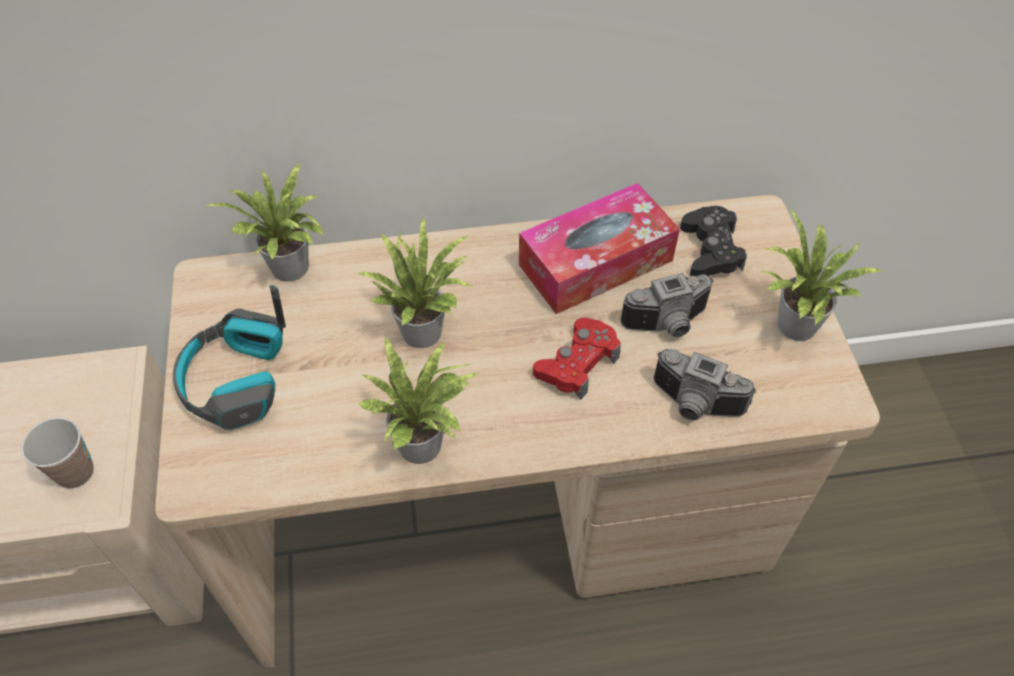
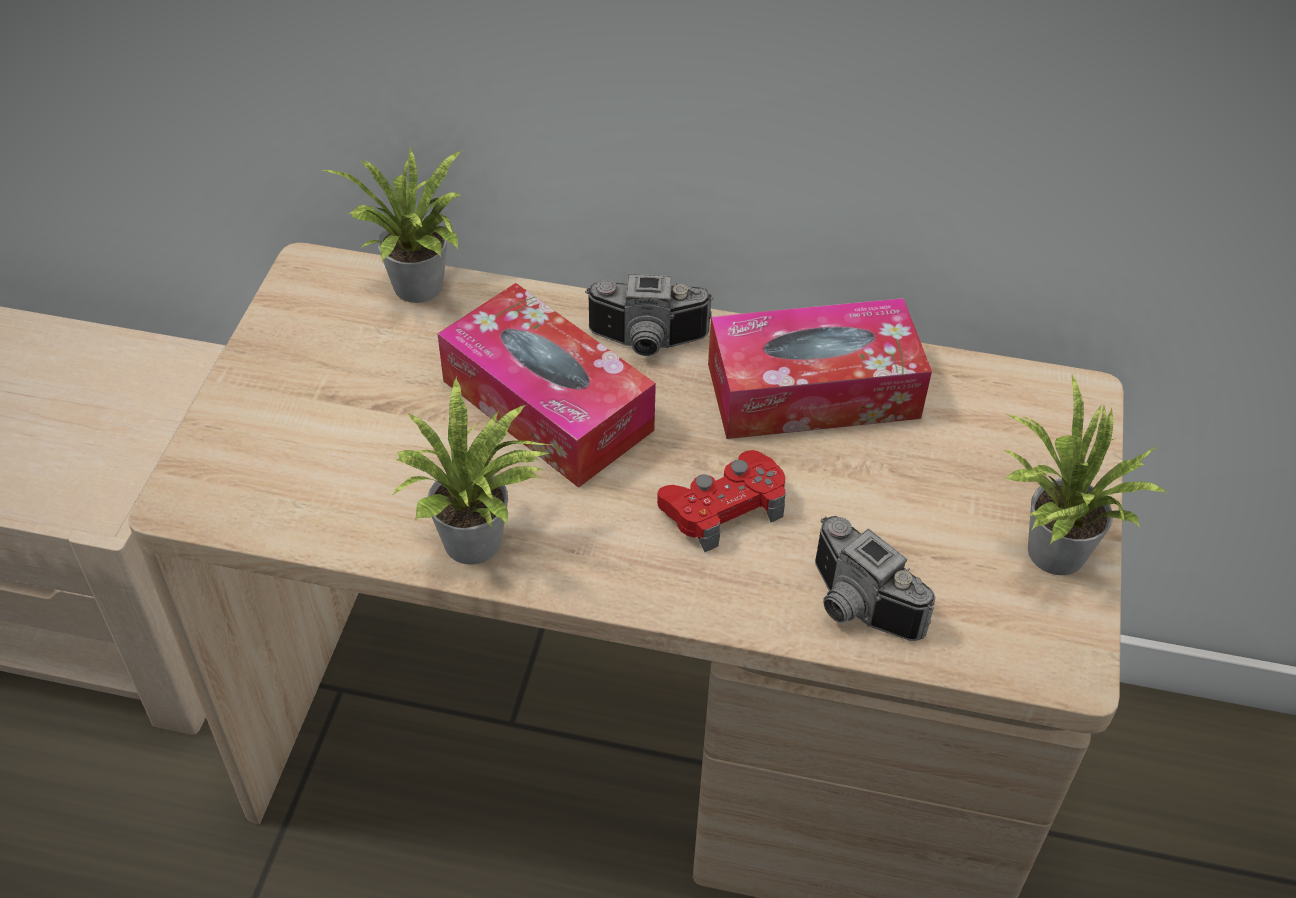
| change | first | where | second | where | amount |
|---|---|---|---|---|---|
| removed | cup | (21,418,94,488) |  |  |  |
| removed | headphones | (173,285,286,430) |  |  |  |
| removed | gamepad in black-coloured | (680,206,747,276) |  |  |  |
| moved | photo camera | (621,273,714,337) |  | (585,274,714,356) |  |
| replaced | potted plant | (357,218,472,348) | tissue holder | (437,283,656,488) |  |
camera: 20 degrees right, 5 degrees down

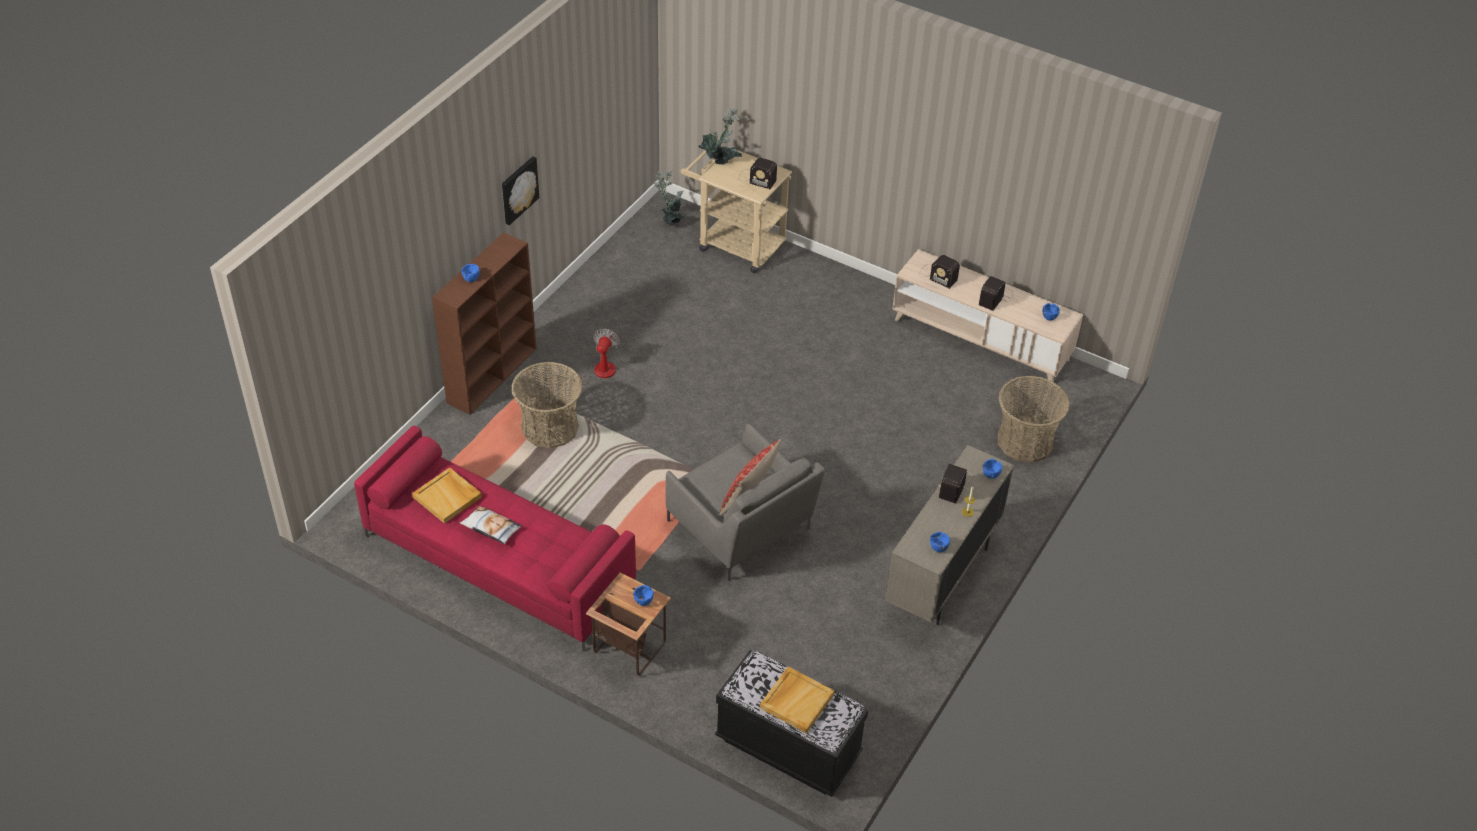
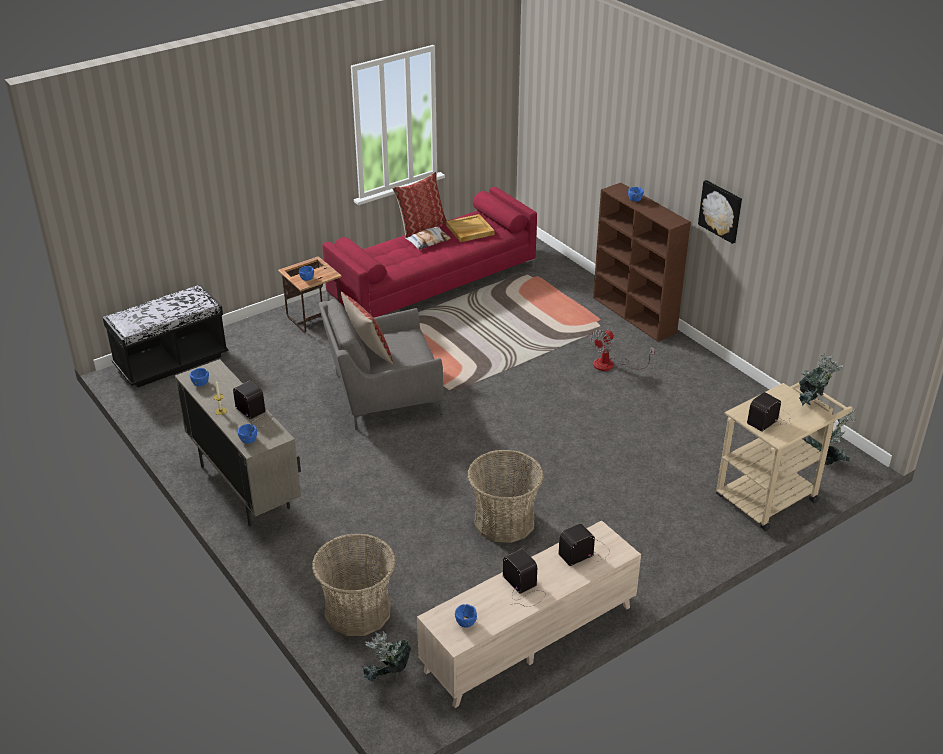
| change | first | where | second | where | amount |
|---|---|---|---|---|---|
| removed | serving tray in sand-coloured | (760,667,834,733) |  |  |  |
| added |  |  | potted plant | (361,631,411,682) |  |
| added |  |  | throw pillow | (392,172,447,238) |  |
| moved | household basket | (511,362,583,448) |  | (467,449,544,543) |  |
| turned | cooling fan | (554,328,620,384) |  | (590,330,655,371) | 90 degrees clockwise |
camera: 115 degrees right, 10 degrees down

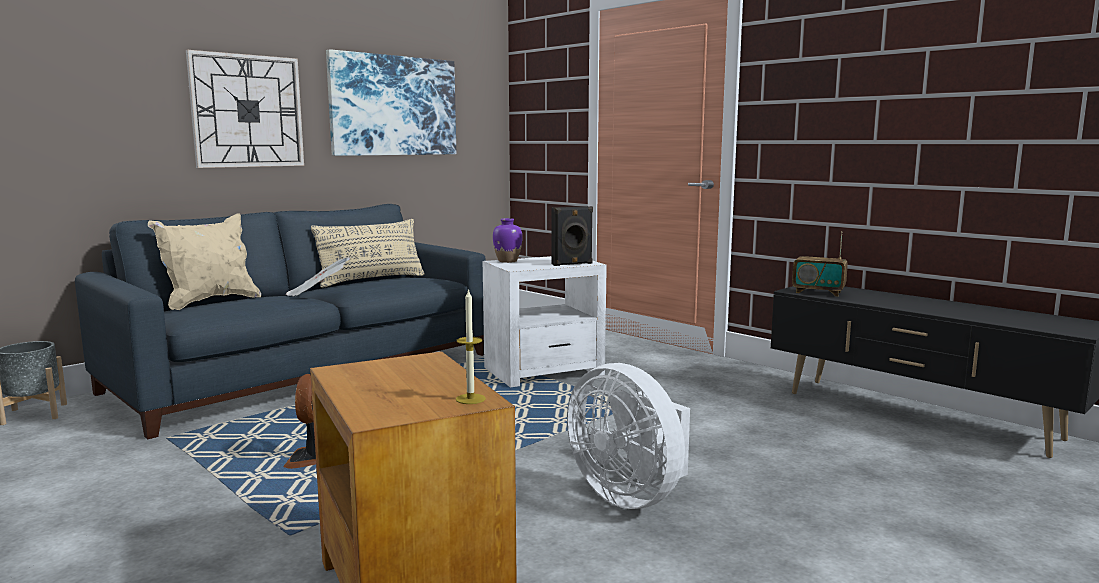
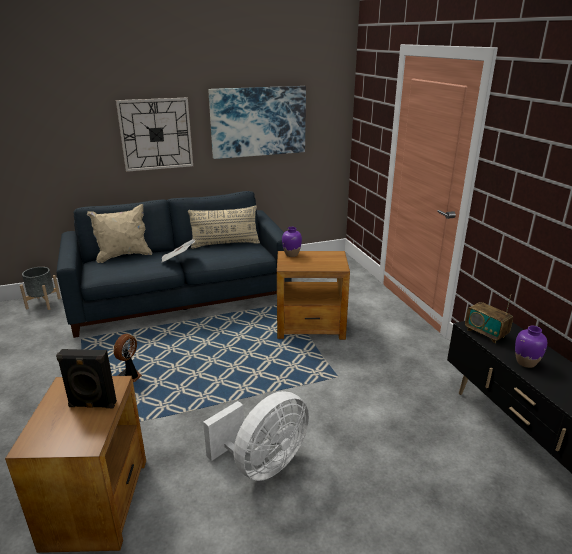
| change | first | where | second | where | amount |
|---|---|---|---|---|---|
| removed | wax light | (456,289,486,404) |  |  |  |
| added |  |  | vase in purple | (515,326,547,368) |  |
| moved | loudspeaker in black-coloured | (551,206,593,266) |  | (56,349,117,408) |  |
| recoloured | end table in white | (483,256,607,388) | end table in brown | (277,251,350,340) |  |
| turned | cooling fan in white | (567,363,690,509) |  | (203,391,309,481) | 120 degrees counterclockwise |
camera: 25 degrees right, 15 degrees up

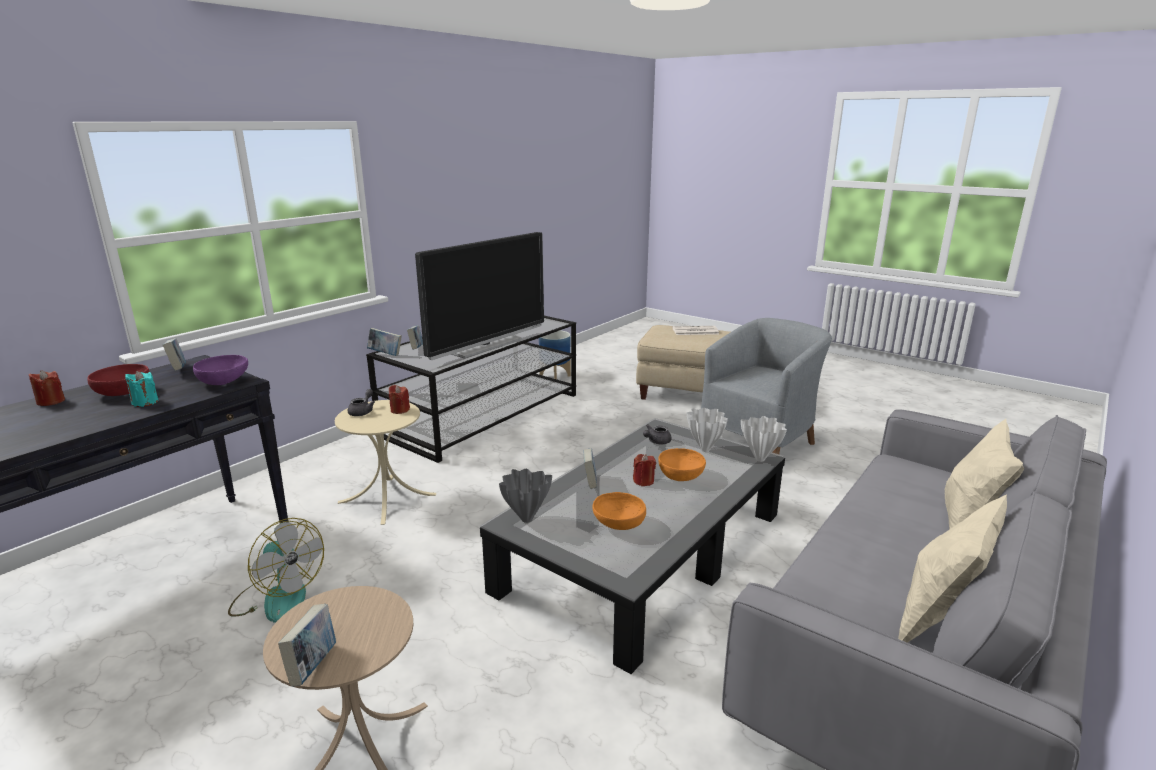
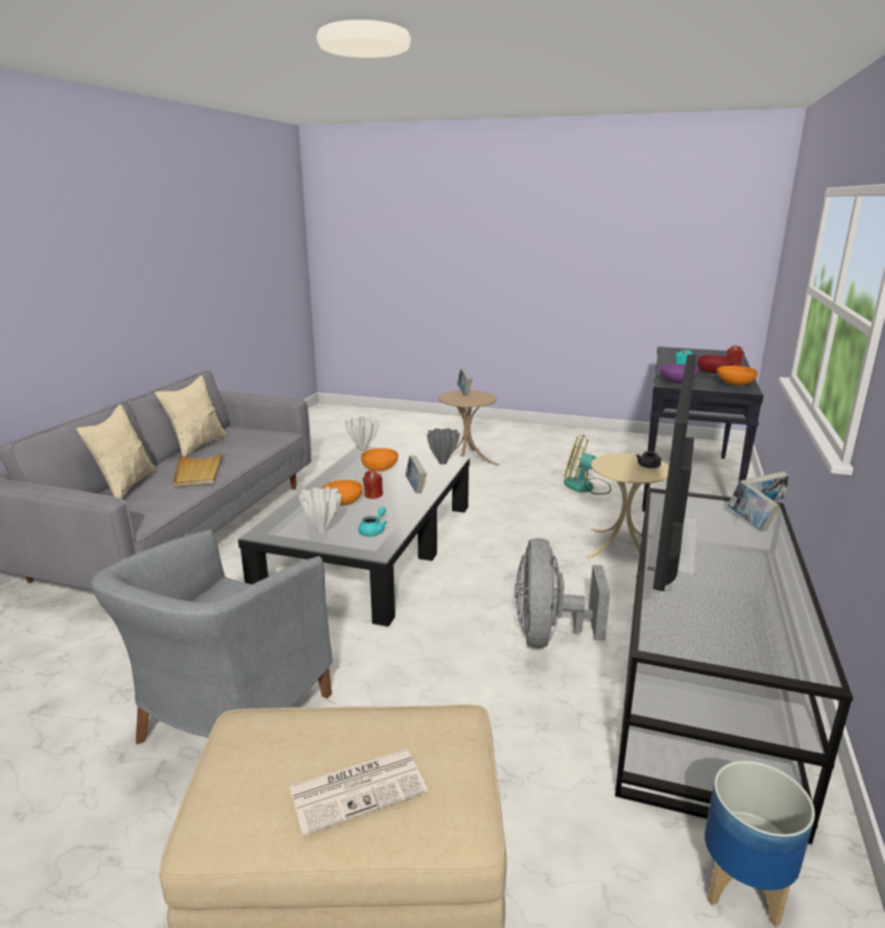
| change | first | where | second | where | amount |
|---|---|---|---|---|---|
| removed | wax light in reddish | (389,385,410,414) |  |  |  |
| added |  |  | serving tray in sand-coloured | (173,451,223,487) |  |
| added |  |  | cooling fan in grey | (515,538,610,648) |  |
| moved | vase in white | (741,416,787,462) |  | (345,416,379,451) |  |
| replaced | volume | (163,338,186,371) | bowl in orangey | (717,366,758,385) |  |
| recoloured | tea pot in grey | (643,424,672,445) | tea pot in turquoise-coloured | (358,507,387,536) |  |
camera: 160 degrees right, 0 degrees up

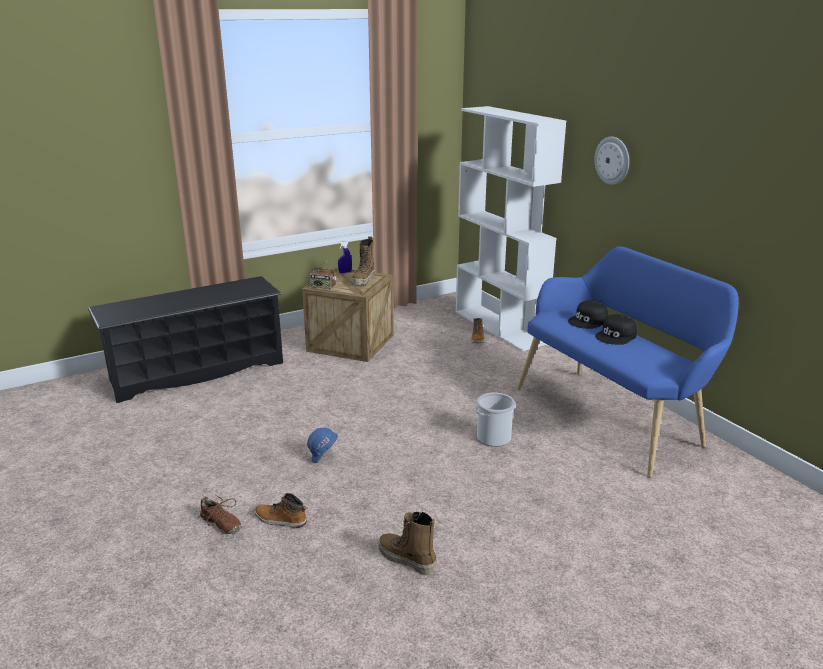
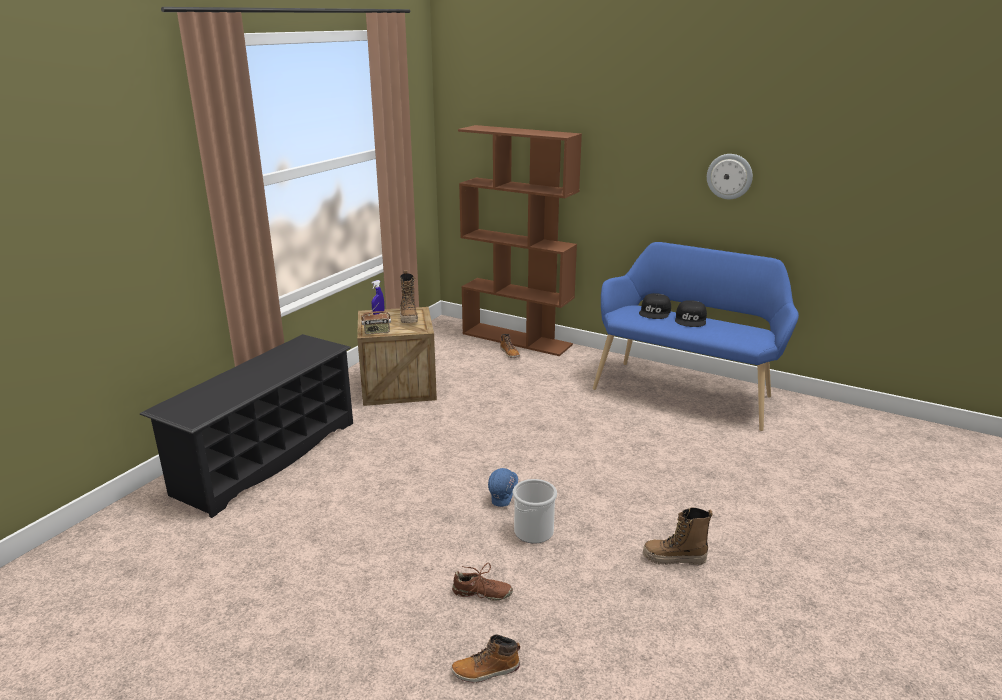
| change | first | where | second | where | amount |
|---|---|---|---|---|---|
| moved | high-top boot | (255,493,307,528) |  | (451,634,520,682) |  |
| moved | pail | (475,392,516,447) |  | (513,479,557,544) |  |
| moved | hanging clock | (594,137,629,185) |  | (707,154,753,199) |  |
| recoloured | bookcase in white | (456,106,566,352) | bookcase in brown | (458,125,582,356) |  |
camera: 30 degrees left, 0 degrees up

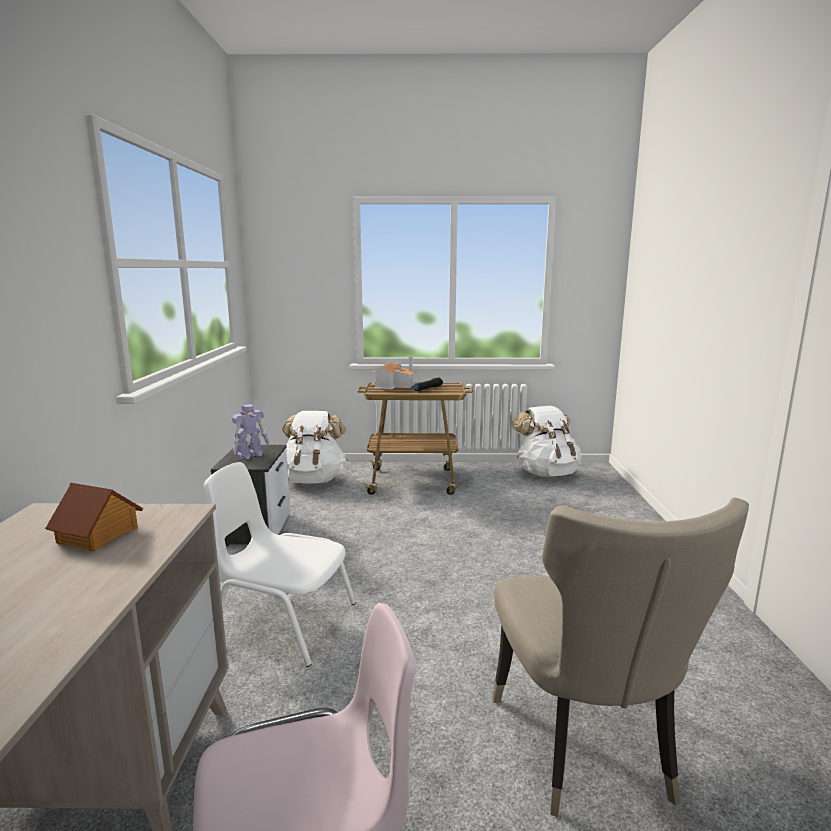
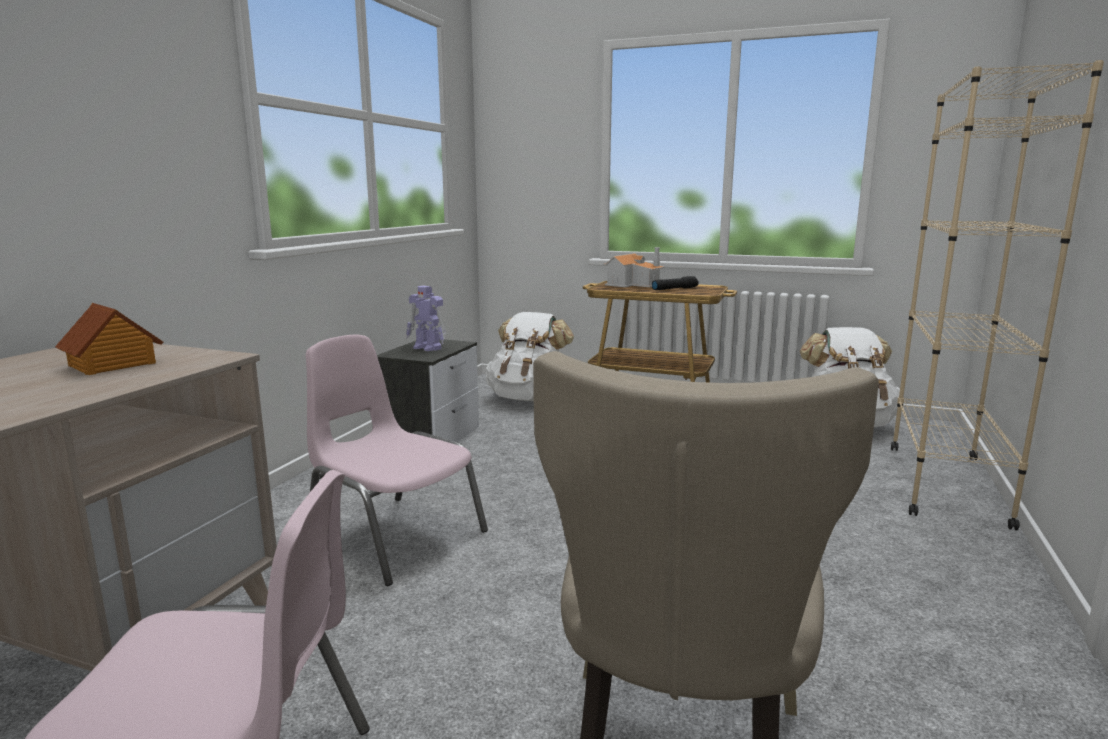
| change | first | where | second | where | amount |
|---|---|---|---|---|---|
| added |  |  | bookcase in sand-coloured | (891,60,1104,530) |  |
| recoloured | upright chair in white | (204,462,356,667) | upright chair in pink | (306,335,488,586) |  |
| turned | toy robot | (232,404,270,460) |  | (406,286,446,351) | 60 degrees clockwise |
camera: 20 degrees right, 0 degrees up

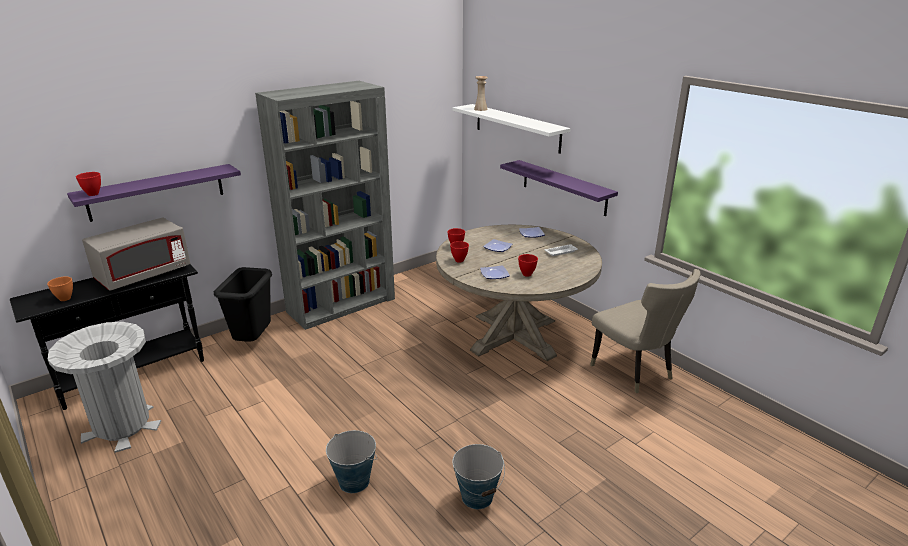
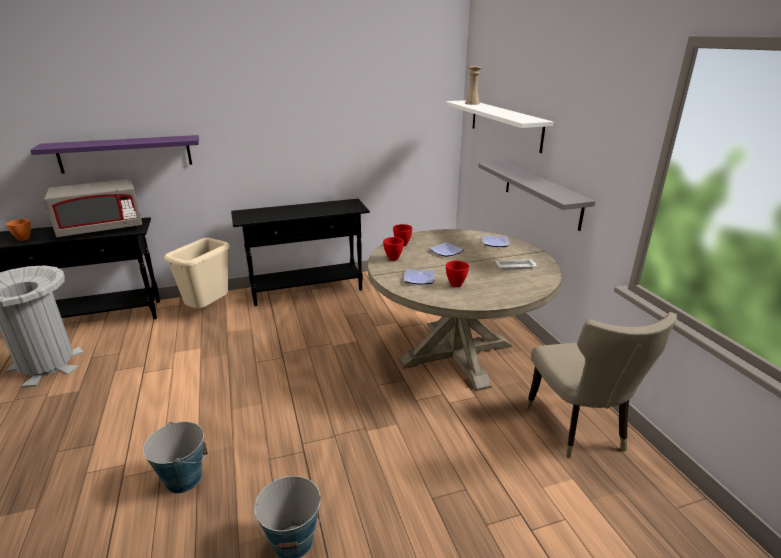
| change | first | where | second | where | amount |
|---|---|---|---|---|---|
| removed | bowl in reddish | (76,172,101,196) |  |  |  |
| replaced | bookcase in grey | (255,81,395,330) | narrow table in black-coloured | (231,199,370,306) |  |
| recoloured | rubbish bin in black-coloured | (214,267,272,342) | rubbish bin in sand-coloured | (164,238,230,309) |  |
| recoloured | wall shelf in purple | (500,160,618,216) | wall shelf in grey | (478,161,595,231) |  |
camera: 20 degrees right, 0 degrees up

